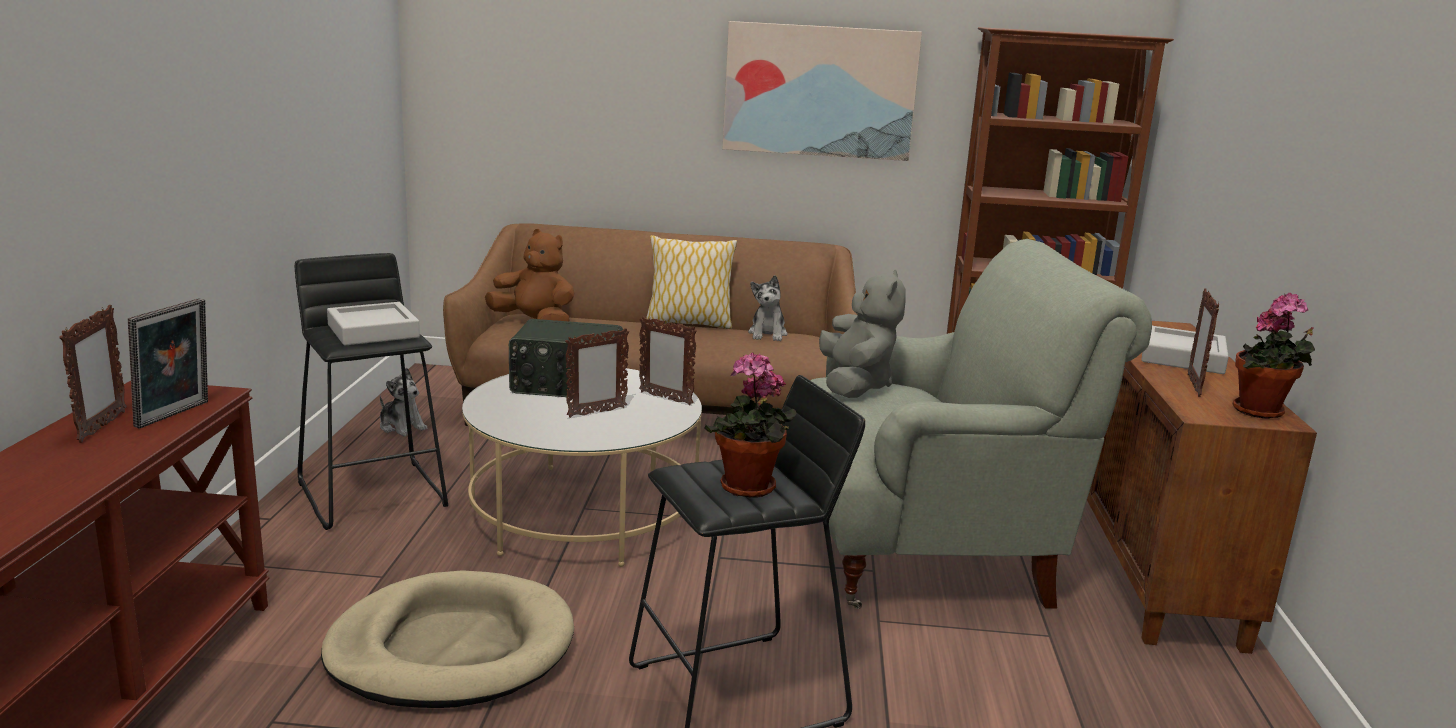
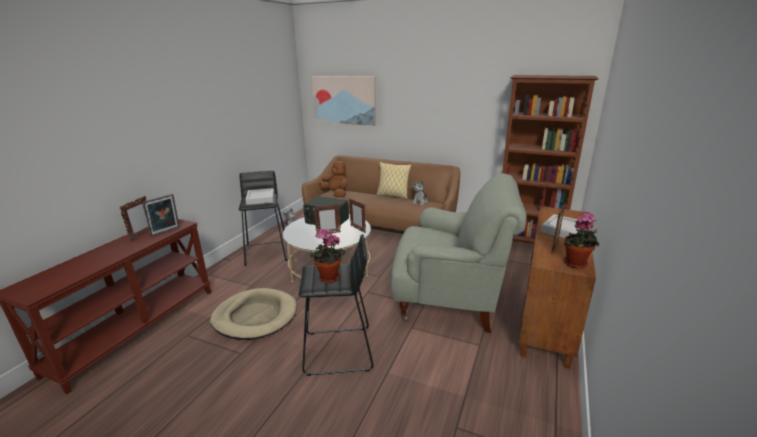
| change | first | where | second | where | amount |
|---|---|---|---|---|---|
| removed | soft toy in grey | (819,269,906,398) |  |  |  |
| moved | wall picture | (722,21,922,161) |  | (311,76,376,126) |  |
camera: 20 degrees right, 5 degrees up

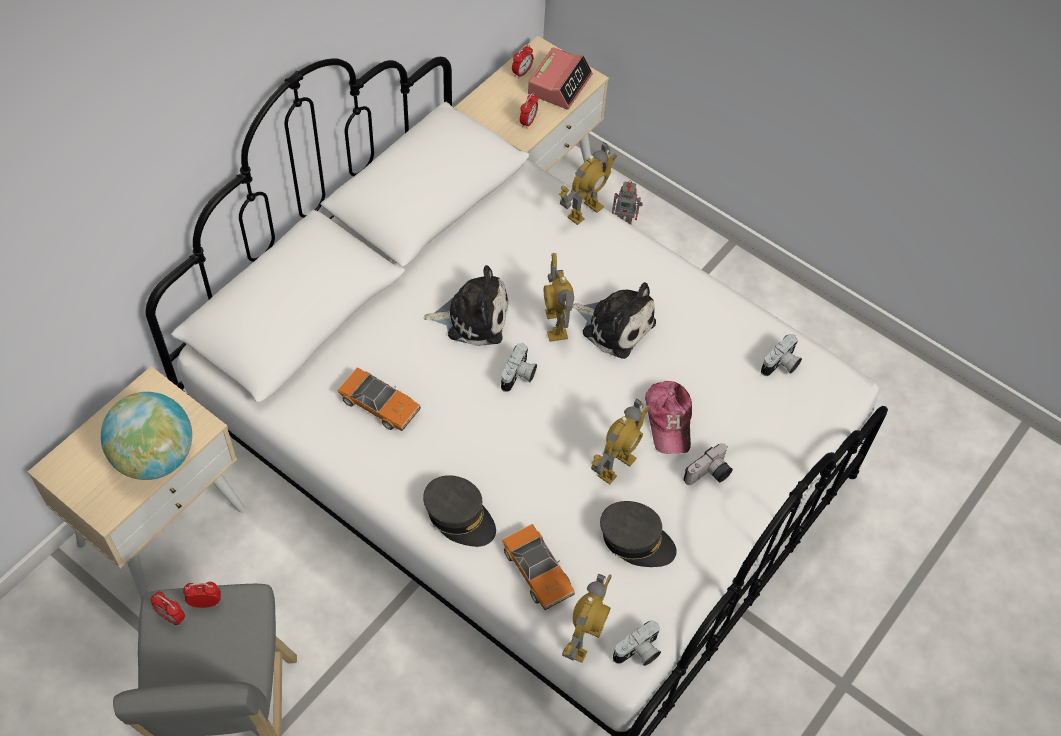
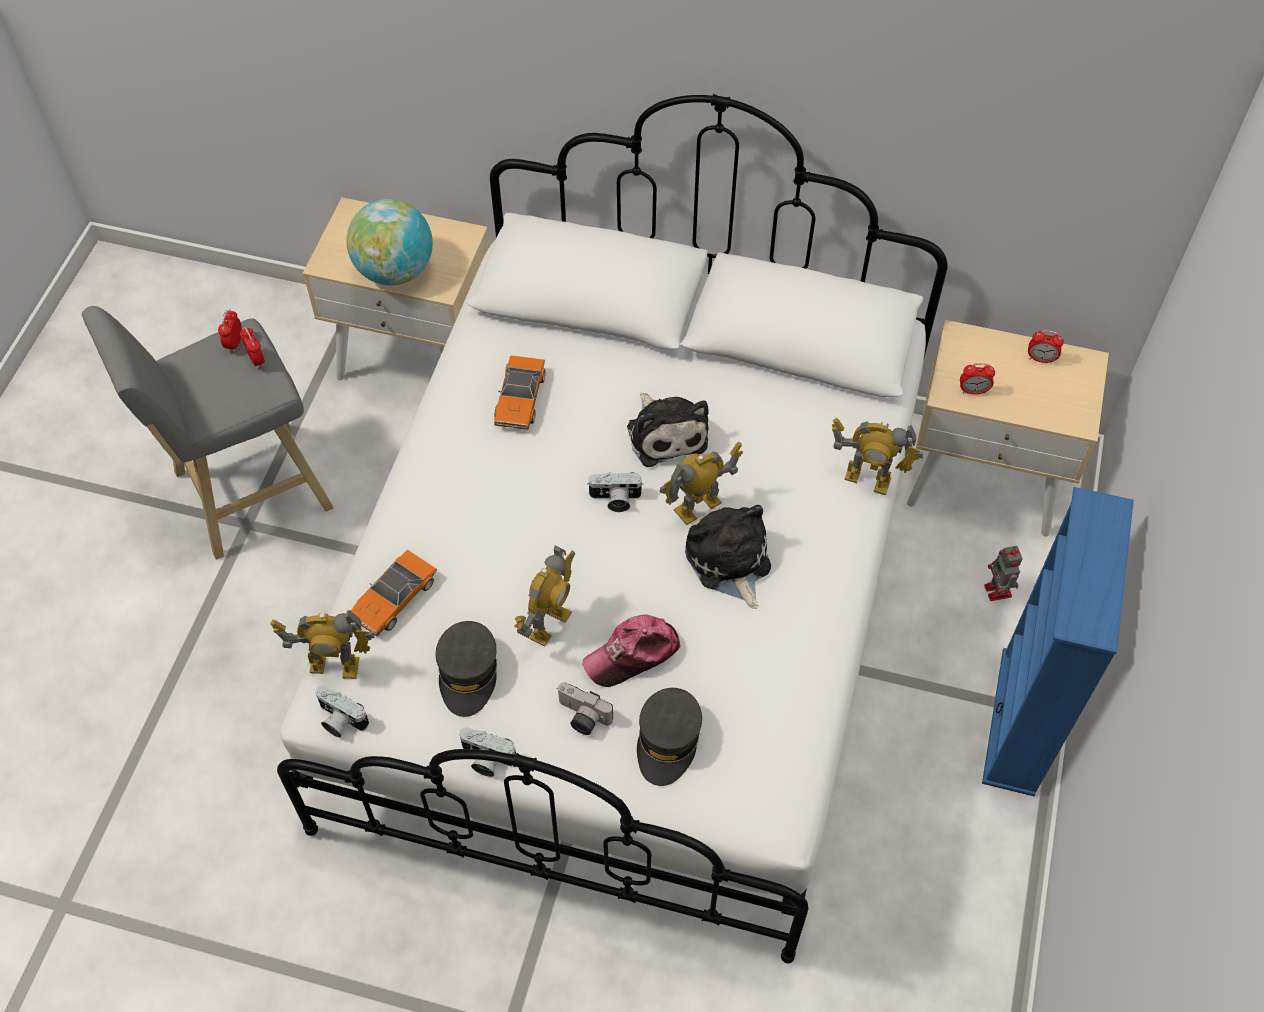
| change | first | where | second | where | amount |
|---|---|---|---|---|---|
| removed | table clock | (528,47,593,109) |  |  |  |
| added |  |  | bookcase in blue-coloured | (982,487,1134,797) |  |
| moved | cap in grey | (423,475,496,547) |  | (637,688,702,786) |  |
| moved | photo camera | (761,333,802,376) |  | (459,727,516,777) |  |
| turned | soft toy | (572,282,656,359) |  | (685,505,771,609) | 150 degrees clockwise |
| turned | toy robot | (591,398,650,484) |  | (514,546,575,647) | 75 degrees counterclockwise |
camera: 70 degrees right, 0 degrees up

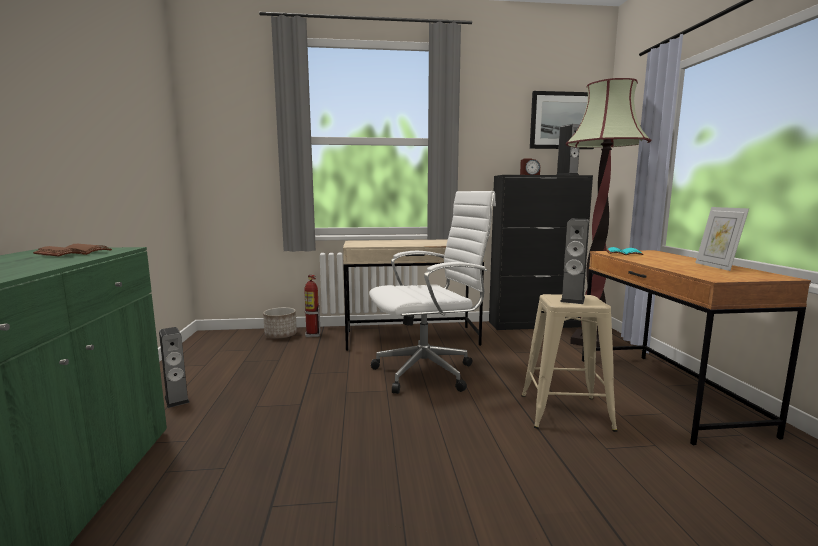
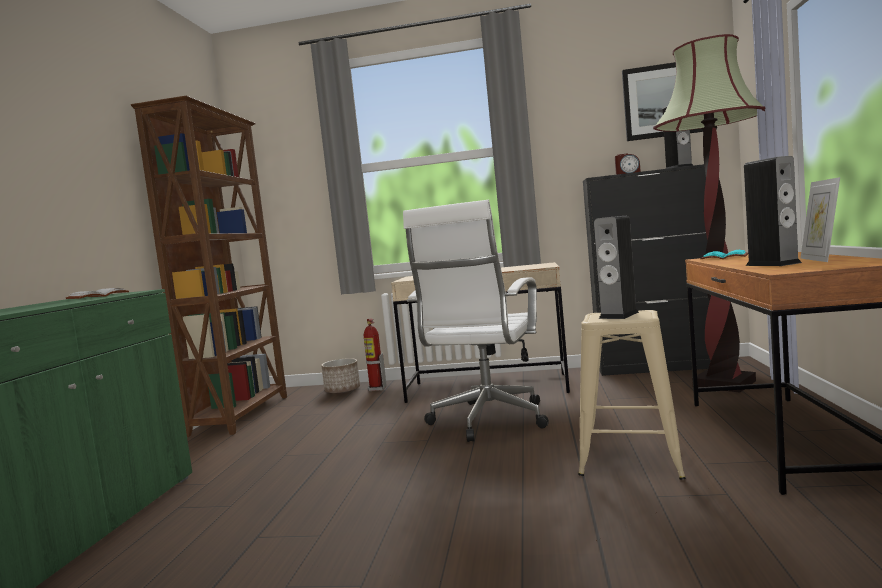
| change | first | where | second | where | amount |
|---|---|---|---|---|---|
| added |  |  | bookcase in brown | (131,96,287,437) |  |
| moved | loudspeaker | (159,327,190,408) |  | (744,156,802,266) |  |
| recoloured | volume in brown | (33,244,112,257) | volume in white | (66,288,129,299) |  |
| turned | office chair in white | (369,191,496,394) |  | (403,200,549,442) | 120 degrees clockwise |
camera: 15 degrees right, 5 degrees down

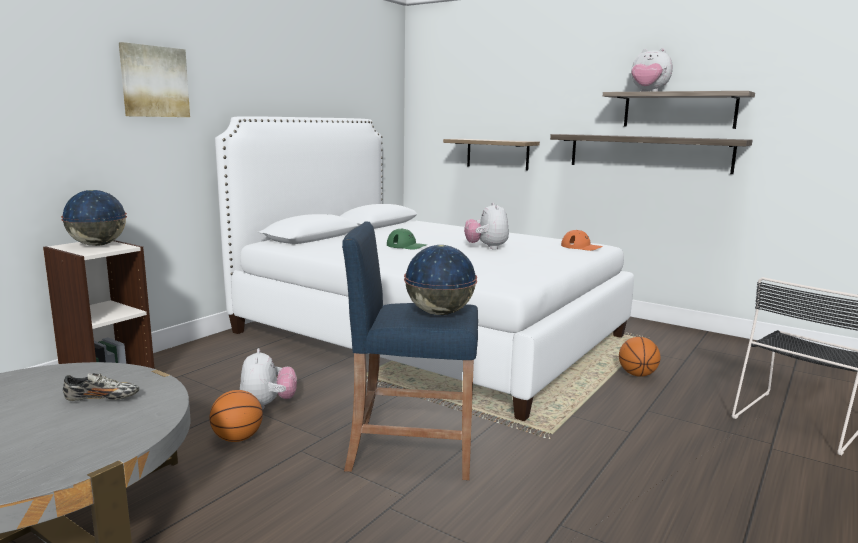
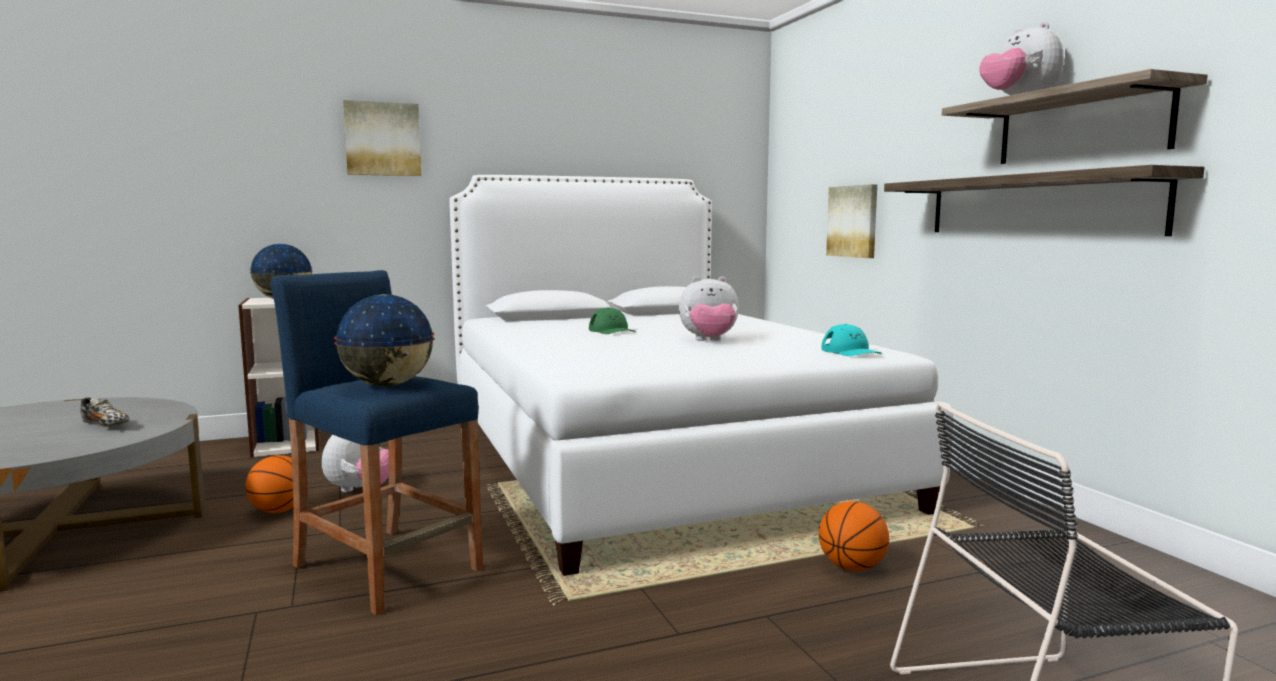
| change | first | where | second | where | amount |
|---|---|---|---|---|---|
| replaced | wall shelf | (443,139,540,170) | wall picture | (826,184,877,258) |  |
| recoloured | cap in orangey | (561,230,603,251) | cap in turquoise-coloured | (821,324,882,356) |  |
| turned | soft toy | (464,202,509,250) |  | (679,276,739,341) | 120 degrees counterclockwise |
camera: 35 degrees right, 5 degrees down

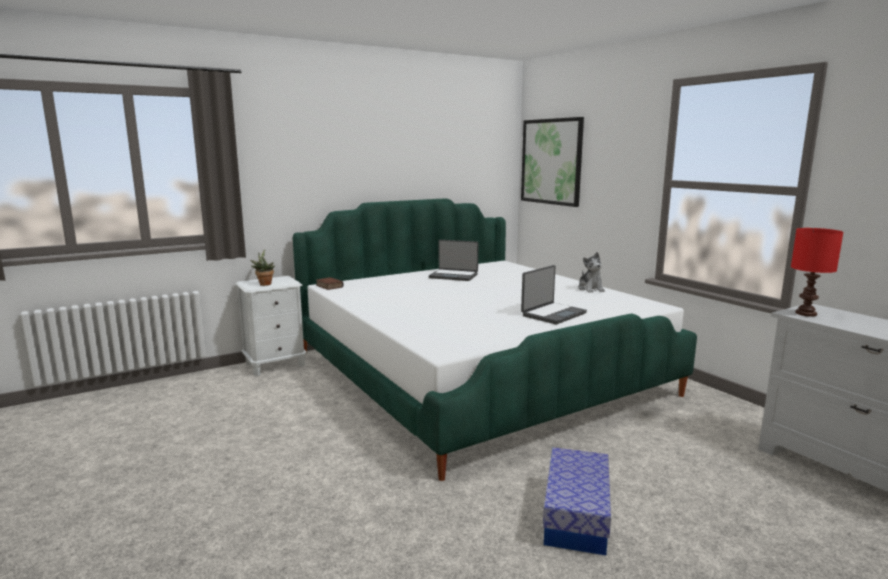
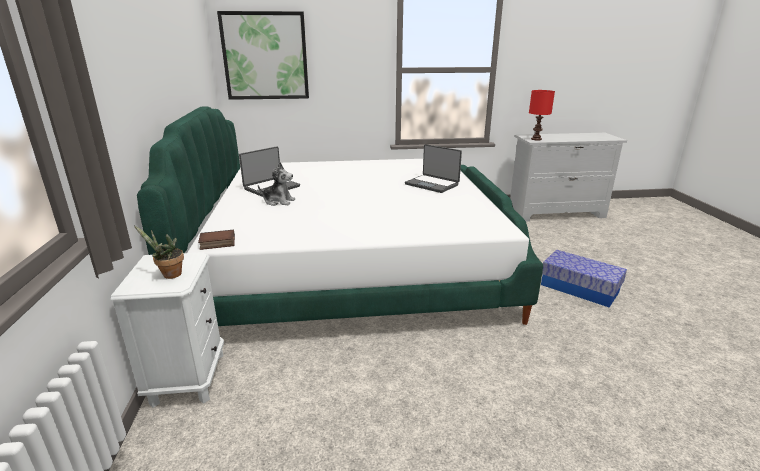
| change | first | where | second | where | amount |
|---|---|---|---|---|---|
| moved | soft toy | (578,252,605,293) |  | (258,162,295,206) |  |
| turned | portable computer | (521,265,587,324) |  | (405,144,462,193) | 150 degrees clockwise |
camera: 65 degrees left, 10 degrees up

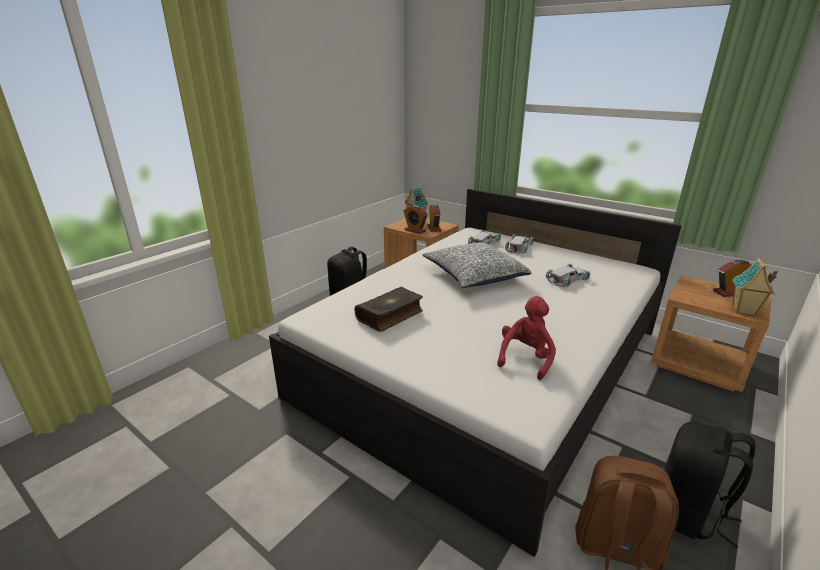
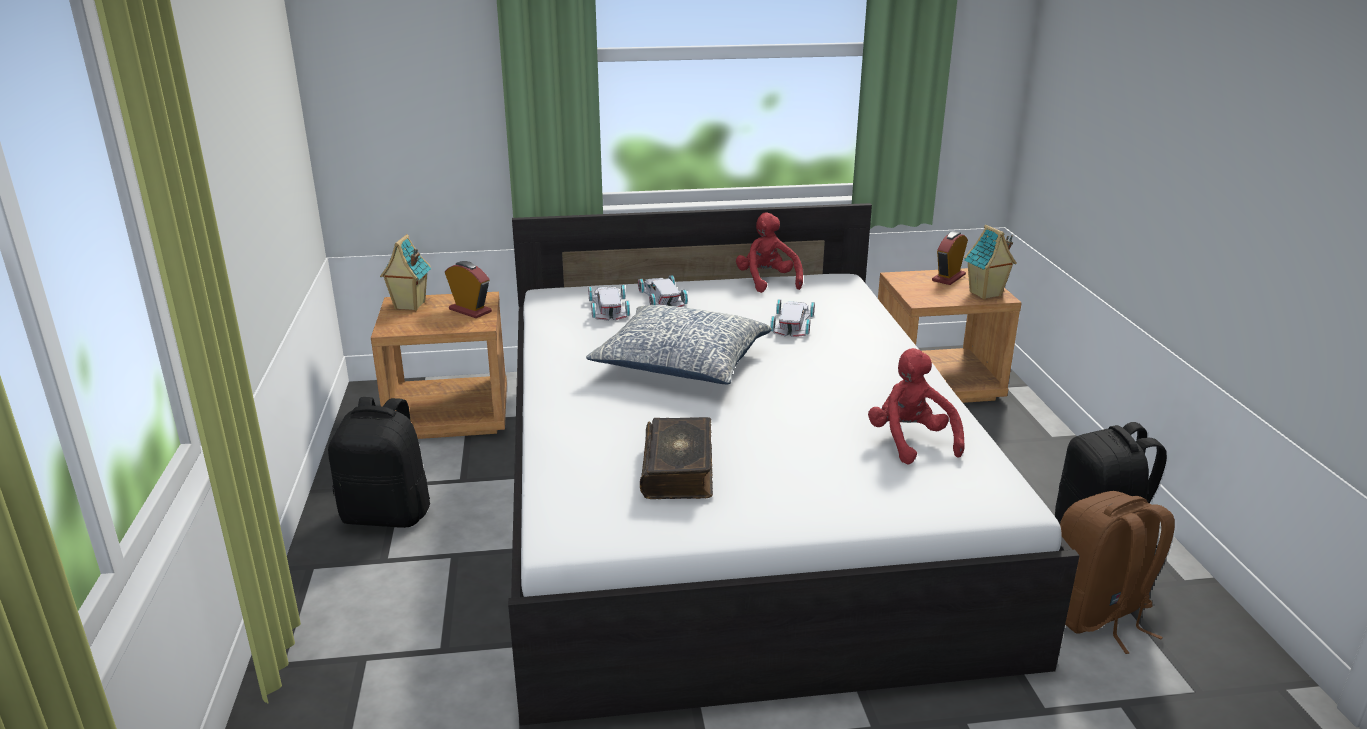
| change | first | where | second | where | amount |
|---|---|---|---|---|---|
| removed | table clock | (404,205,427,234) |  |  |  |
| added |  |  | soft toy in reddish | (736,212,803,293) |  |
camera: 45 degrees left, 0 degrees up

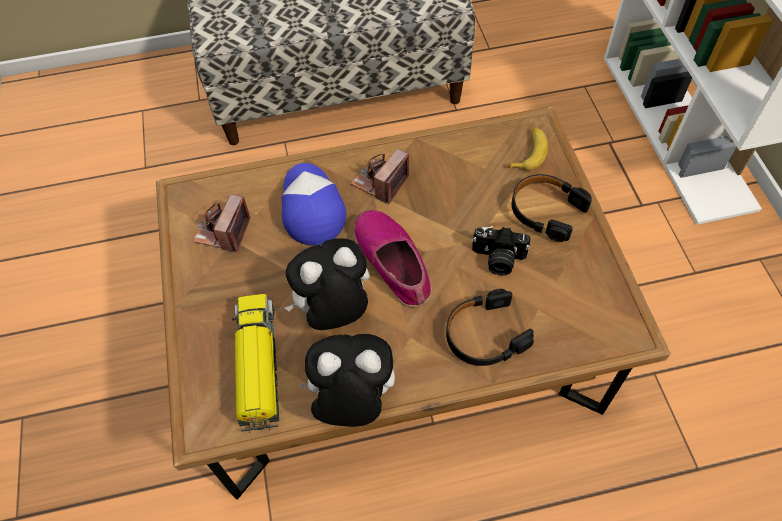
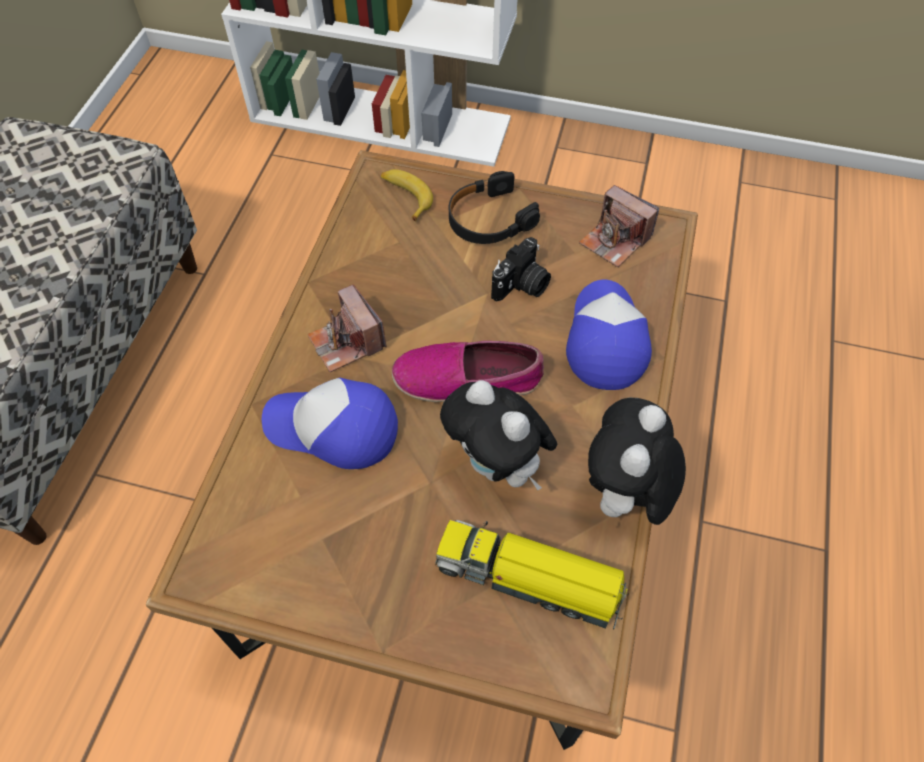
| change | first | where | second | where | amount |
|---|---|---|---|---|---|
| moved | photo camera | (192,194,250,252) |  | (579,185,659,267) |  |
| replaced | headphones in black-coloured | (446,289,534,366) | cap | (566,279,652,390) |  |
| turned | soft toy | (284,238,369,330) |  | (440,380,558,490) | 45 degrees counterclockwise |
camera: 65 degrees left, 0 degrees up

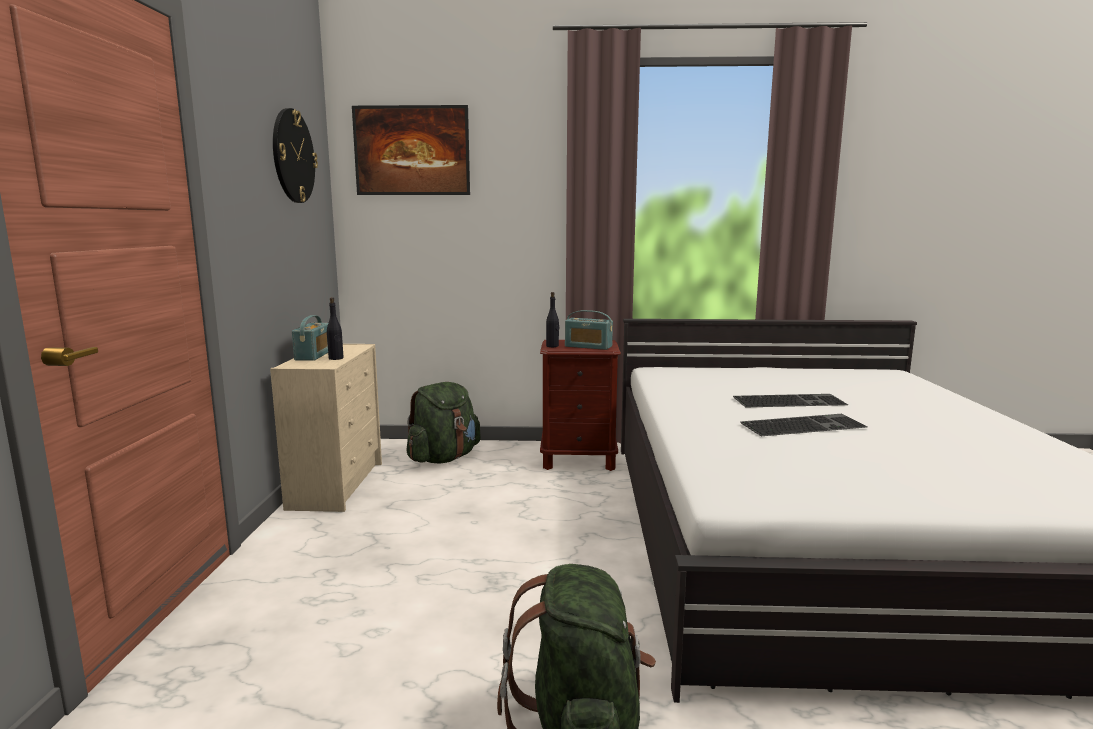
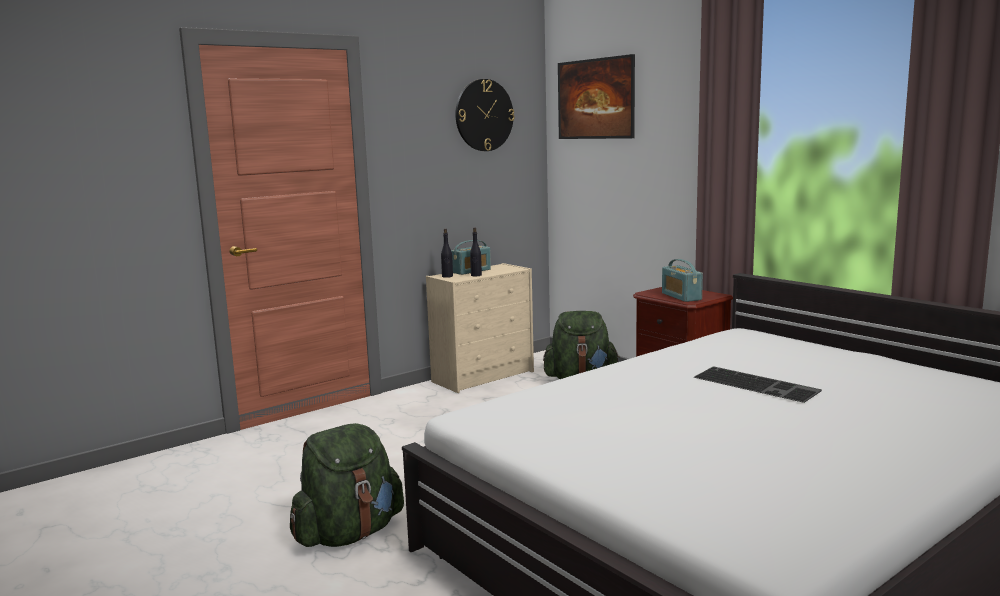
| change | first | where | second | where | amount |
|---|---|---|---|---|---|
| removed | keyboard | (740,414,867,436) |  |  |  |
| moved | beverage bottle in black-coloured | (546,292,559,347) |  | (441,229,453,278) |  |
camera: 50 degrees right, 0 degrees up

